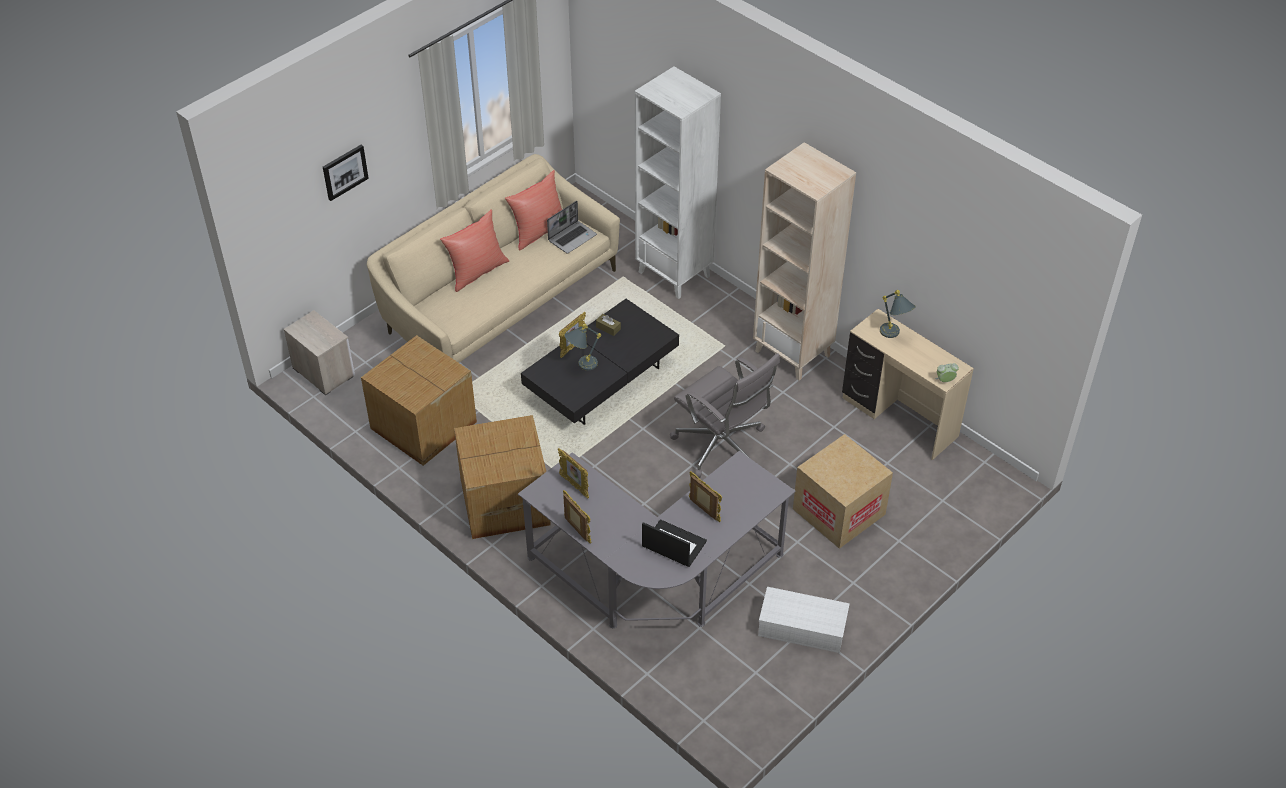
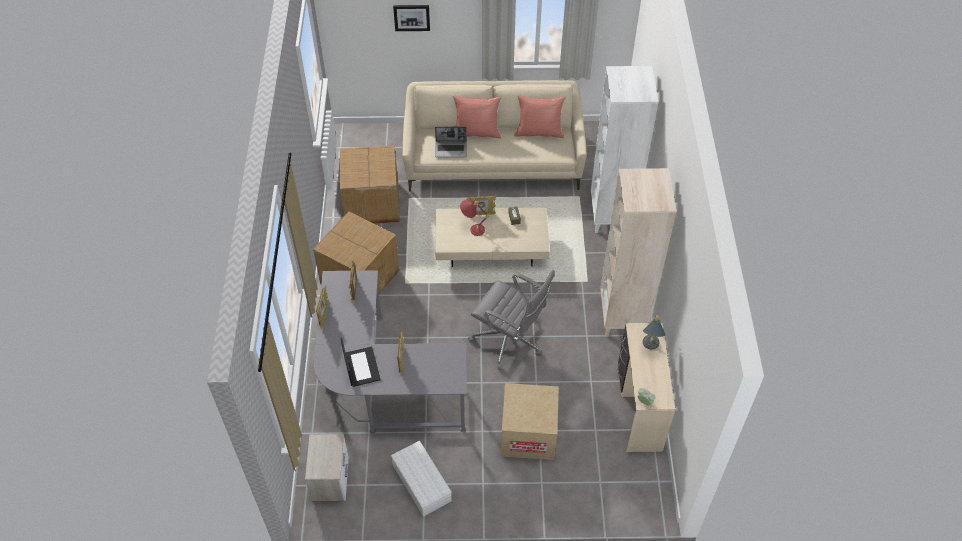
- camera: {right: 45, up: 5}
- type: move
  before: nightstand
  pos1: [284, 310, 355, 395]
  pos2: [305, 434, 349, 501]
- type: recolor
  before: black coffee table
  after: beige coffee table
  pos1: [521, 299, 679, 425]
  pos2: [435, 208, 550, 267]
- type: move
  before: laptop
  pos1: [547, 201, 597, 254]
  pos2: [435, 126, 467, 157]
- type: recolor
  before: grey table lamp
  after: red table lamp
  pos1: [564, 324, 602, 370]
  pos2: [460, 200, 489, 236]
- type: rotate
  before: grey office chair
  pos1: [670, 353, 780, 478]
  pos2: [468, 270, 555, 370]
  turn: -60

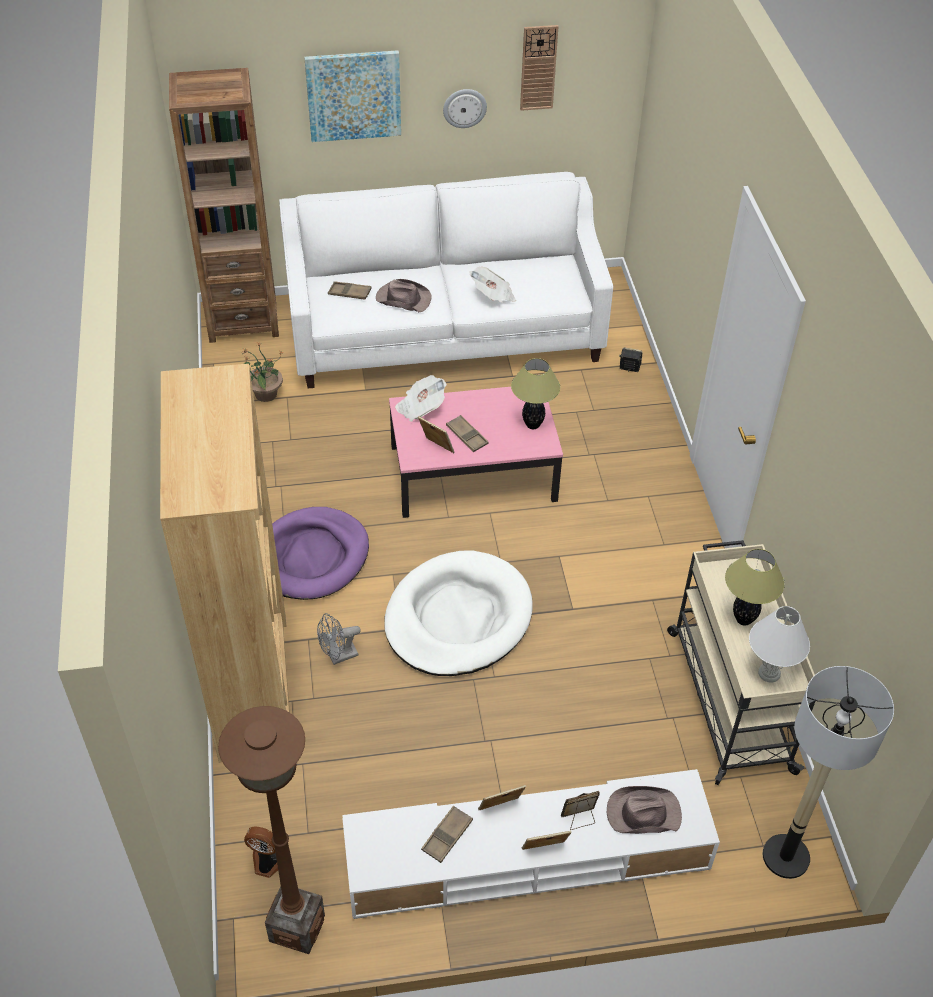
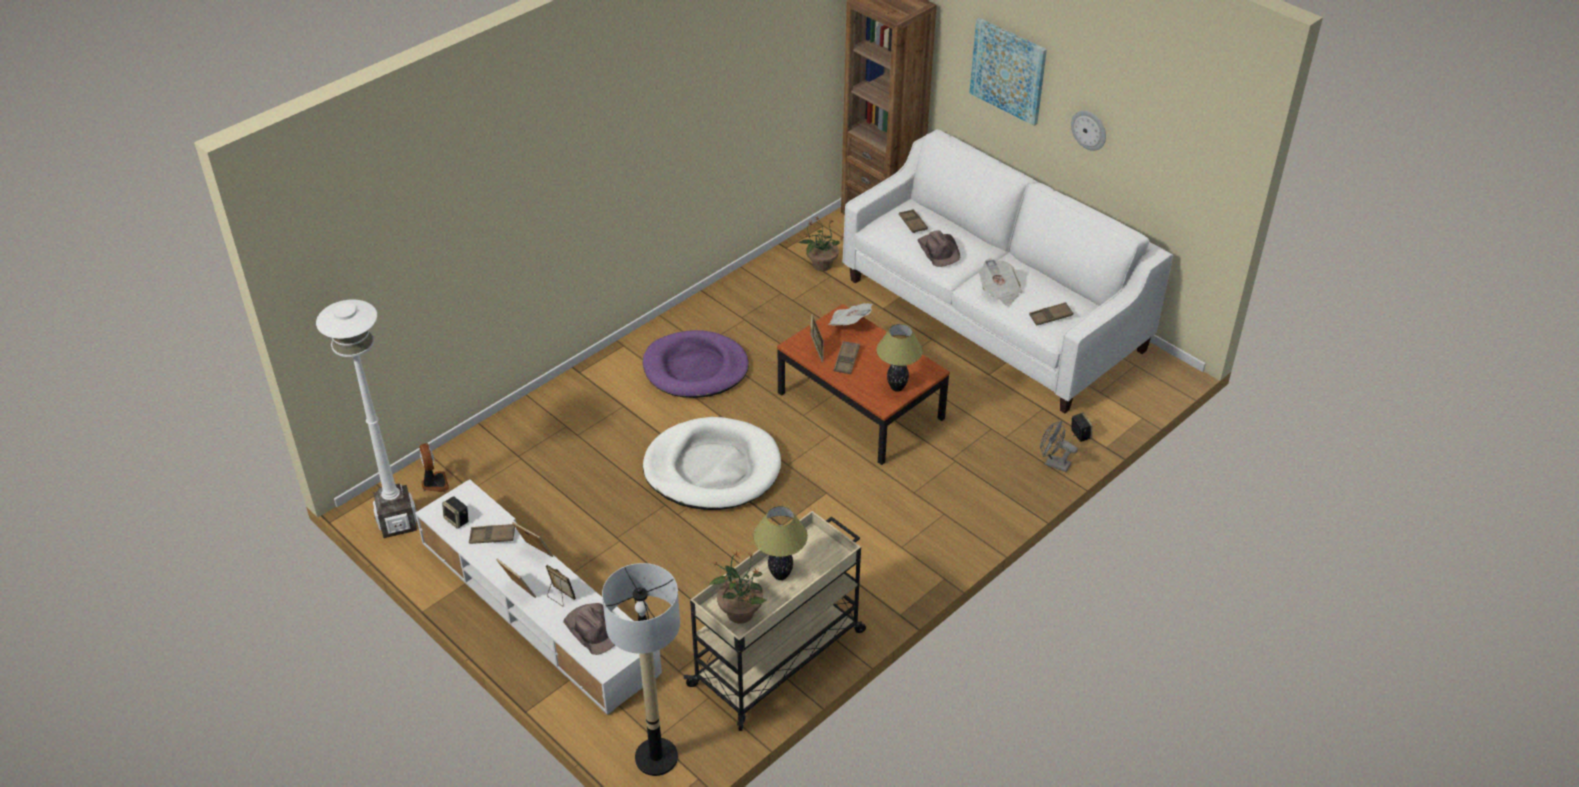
- camera: {right: 55, up: -5}
- type: delete
  before: brown bookcase
  pos1: [160, 364, 290, 763]
- type: recolor
  before: brown floor lamp
  after: white floor lamp
  pos1: [218, 706, 325, 954]
  pos2: [316, 300, 417, 538]
- type: move
  before: grey fan
  pos1: [317, 613, 361, 665]
  pos2: [1040, 421, 1078, 472]
- type: recolor
  before: pink coffee table
  after: brown coffee table
  pos1: [389, 387, 563, 518]
  pos2: [777, 304, 950, 465]
- type: delete
  before: wall clock
  pos1: [520, 25, 558, 111]
- type: replace
  before: white table lamp
  after: potted plant
  pos1: [749, 606, 810, 683]
  pos2: [709, 550, 767, 624]
- type: insert
  after: speaker
  pos2: [442, 496, 468, 529]
- type: insert
  after: brown tray
  pos2: [1029, 302, 1073, 326]

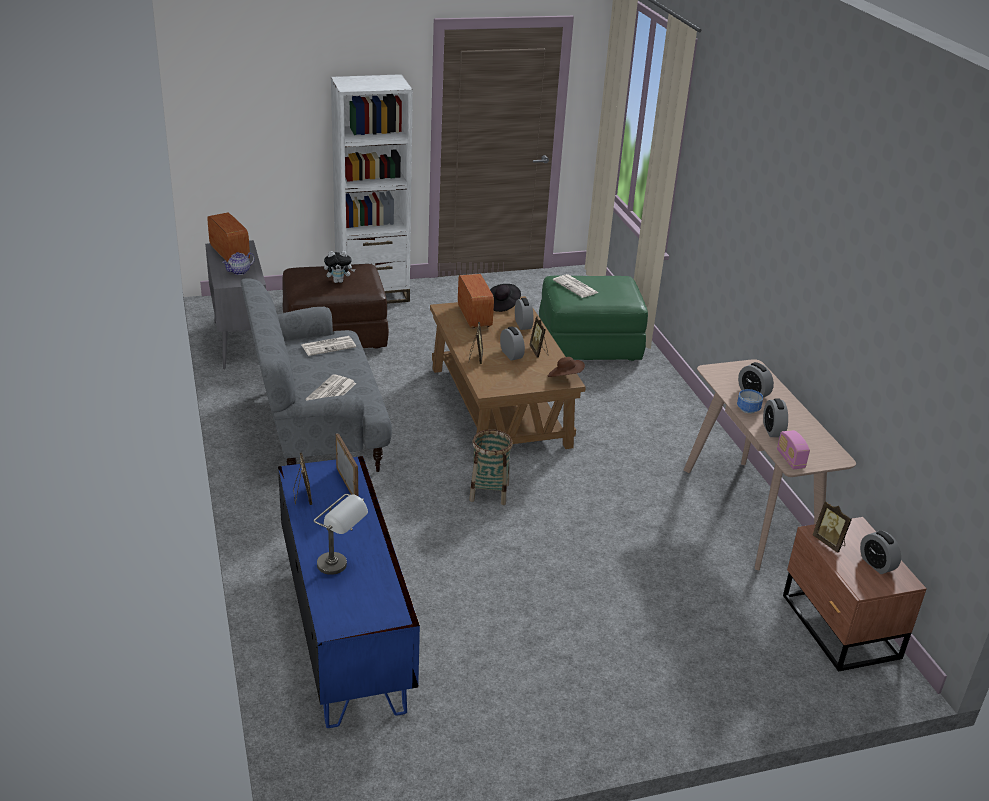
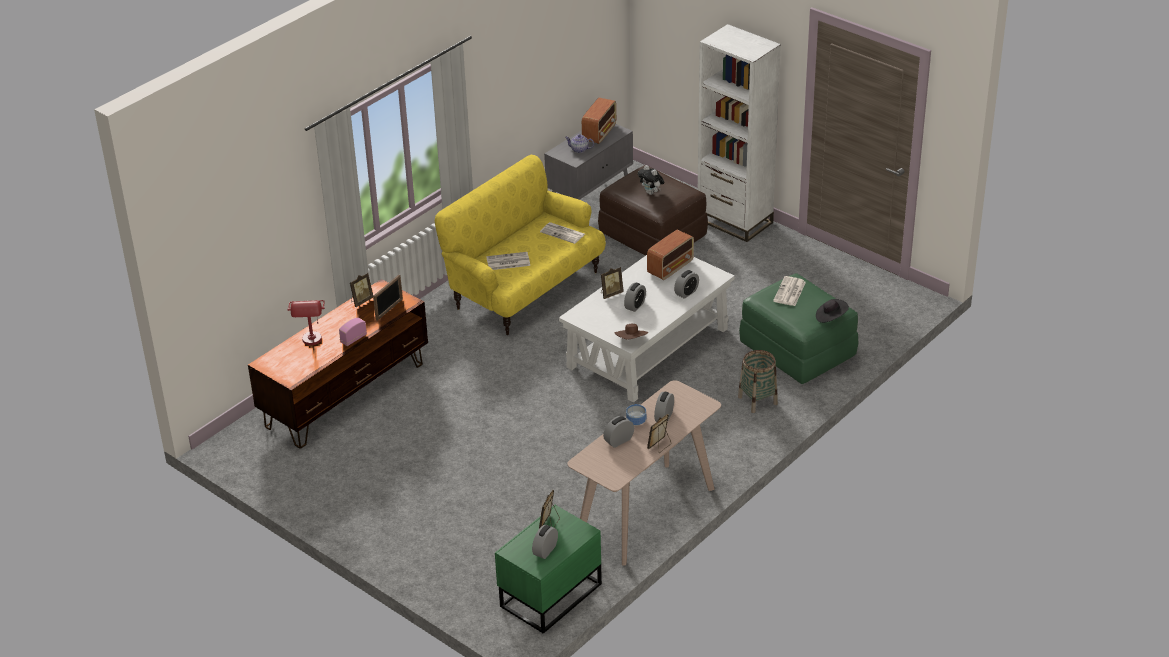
- camera: {right: 60, up: 5}
- type: recolor
  before: grey sofa
  after: yellow sofa
  pos1: [241, 278, 392, 472]
  pos2: [435, 155, 606, 335]
- type: recolor
  before: blue tv stand
  after: brown tv stand
  pos1: [278, 456, 420, 728]
  pos2: [248, 279, 428, 449]
- type: recolor
  before: grey table lamp
  after: red table lamp
  pos1: [313, 494, 368, 575]
  pos2: [288, 300, 325, 345]
- type: recolor
  before: brown coffee table
  after: white coffee table
  pos1: [430, 296, 586, 456]
  pos2: [559, 255, 735, 403]
- type: move
  before: basket
  pos1: [469, 429, 513, 505]
  pos2: [738, 350, 778, 413]
- type: move
  before: black hat
  pos1: [490, 284, 521, 312]
  pos2: [816, 299, 849, 323]
- type: move
  before: picture frame
  pos1: [529, 316, 548, 358]
  pos2: [647, 414, 671, 453]
- type: move
  before: radio
  pos1: [777, 430, 810, 469]
  pos2: [339, 318, 367, 346]
- type: recolor
  before: brown nightstand
  after: green nightstand
  pos1: [783, 517, 927, 672]
  pos2: [495, 505, 602, 634]

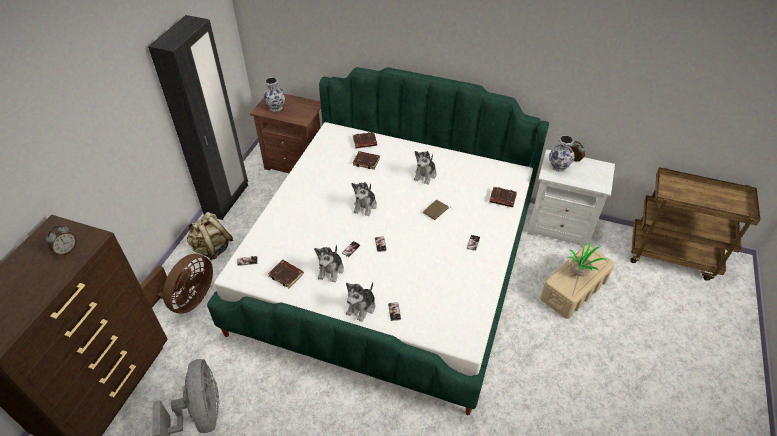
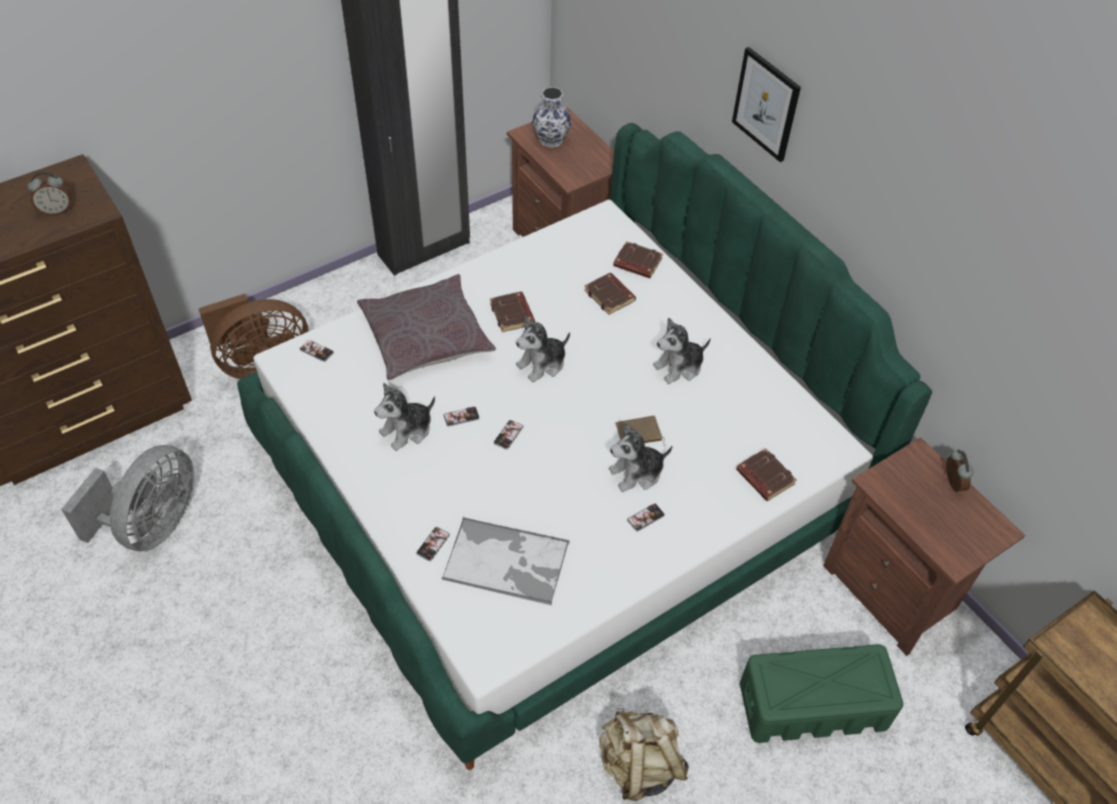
- camera: {right: 35, up: 5}
- type: move
  before: beige backpack
  pos1: [187, 212, 233, 260]
  pos2: [599, 708, 689, 801]
- type: move
  before: brown book
  pos1: [268, 260, 304, 288]
  pos2: [490, 292, 535, 332]
- type: move
  before: plush toy
  pos1: [346, 282, 375, 322]
  pos2: [609, 422, 672, 492]
- type: recolor
  before: white nightstand
  after: brown nightstand
  pos1: [527, 149, 615, 248]
  pos2: [823, 437, 1025, 656]
- type: recolor
  before: beige storage box
  after: green storage box
  pos1: [540, 245, 615, 319]
  pos2: [740, 644, 903, 743]
- type: delete
  before: vase
  pos1: [549, 135, 575, 172]
- type: delete
  before: potted plant
  pos1: [567, 242, 609, 276]
- type: insert
  after: grey pillow
  pos2: [357, 274, 496, 380]
- type: insert
  after: tray
  pos2: [442, 517, 570, 605]
- type: insert
  after: picture
  pos2: [732, 47, 801, 162]

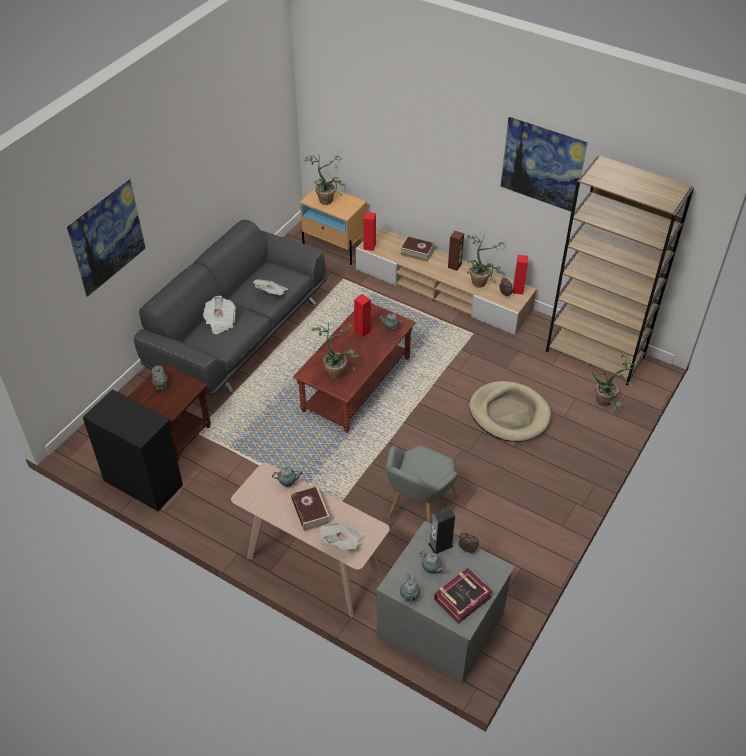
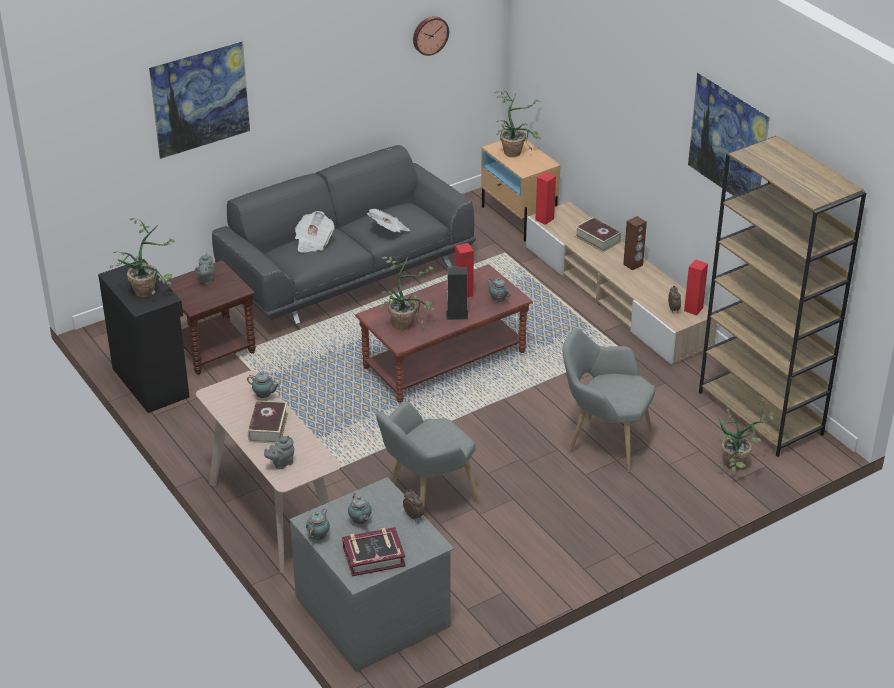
- camera: {right: 25, up: -10}
- type: replace
  before: newspaper
  after: grey teapot
  pos1: [319, 523, 363, 550]
  pos2: [264, 436, 294, 469]
- type: move
  before: speaker
  pos1: [429, 507, 455, 554]
  pos2: [446, 267, 468, 320]
- type: move
  before: potted plant
  pos1: [467, 235, 504, 287]
  pos2: [110, 218, 175, 297]
- type: replace
  before: beige dog bed
  after: grey armchair
  pos1: [469, 381, 551, 442]
  pos2: [562, 328, 655, 472]
- type: insert
  after: wall clock
  pos2: [413, 16, 449, 56]

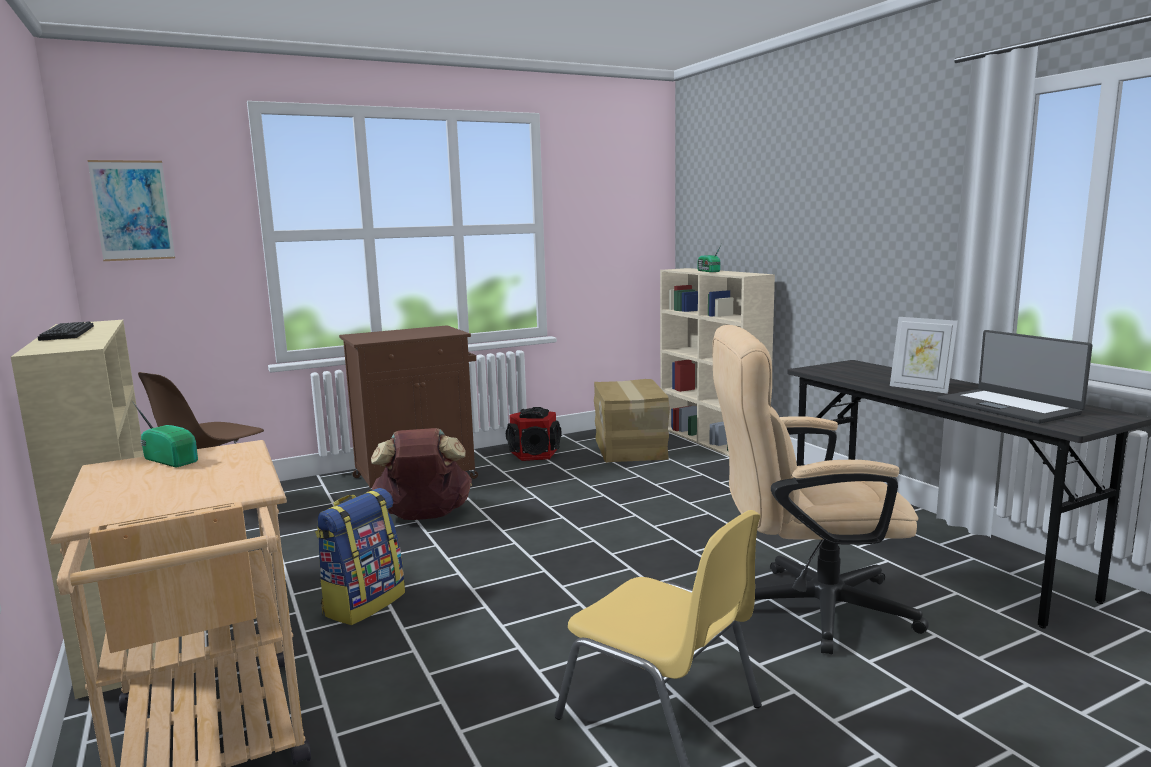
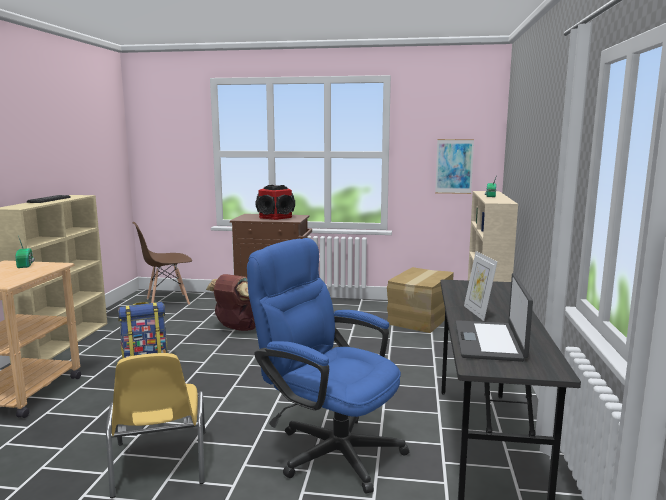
- camera: {right: 35, up: 0}
- type: move
  before: picture
  pos1: [88, 160, 175, 261]
  pos2: [435, 139, 474, 194]
- type: move
  before: speaker
  pos1: [506, 407, 561, 461]
  pos2: [256, 185, 295, 220]
- type: recolor
  before: beige office chair
  after: blue office chair
  pos1: [712, 325, 929, 654]
  pos2: [247, 238, 409, 494]

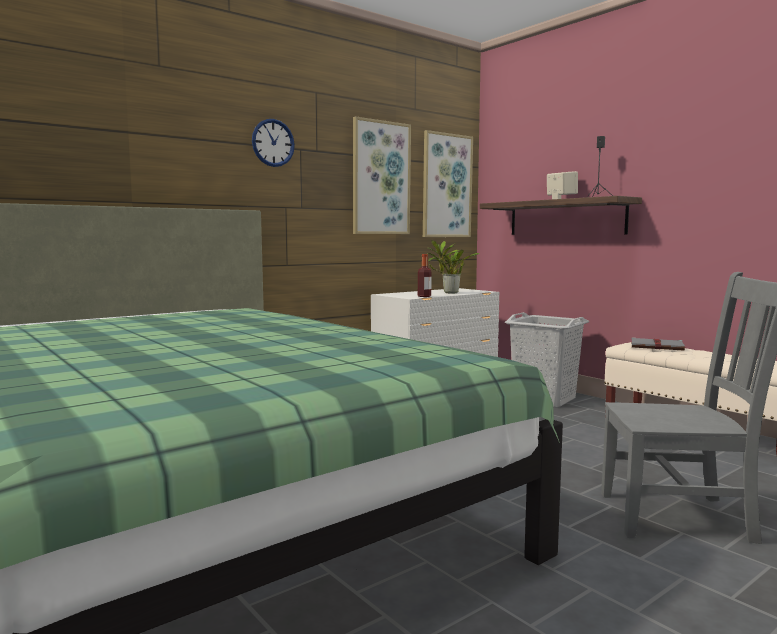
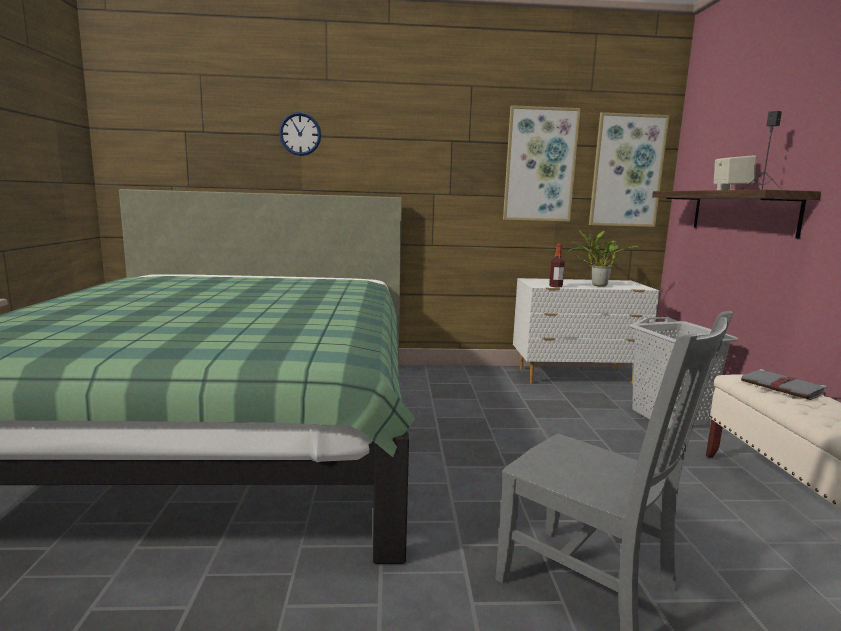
- camera: {right: 35, up: 5}
- type: move
  before: wall clock
  pos1: [252, 119, 295, 167]
  pos2: [279, 112, 321, 156]

